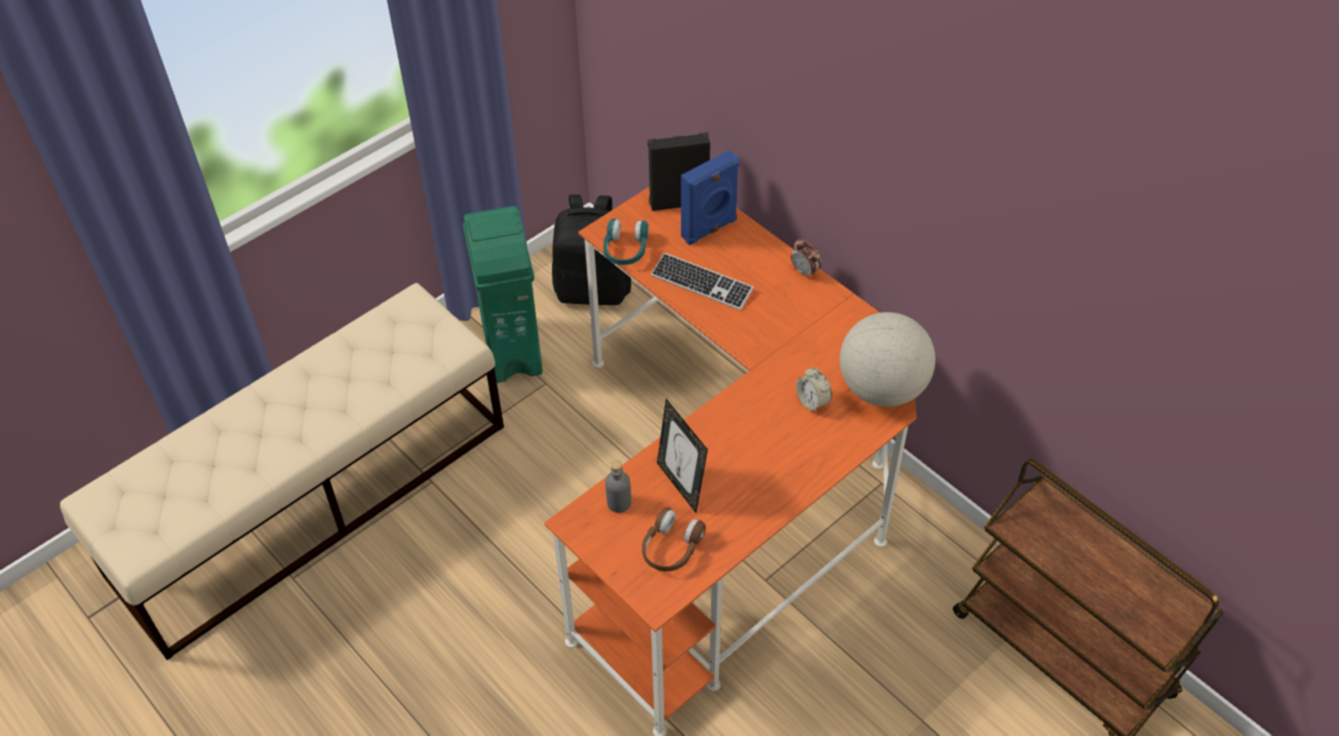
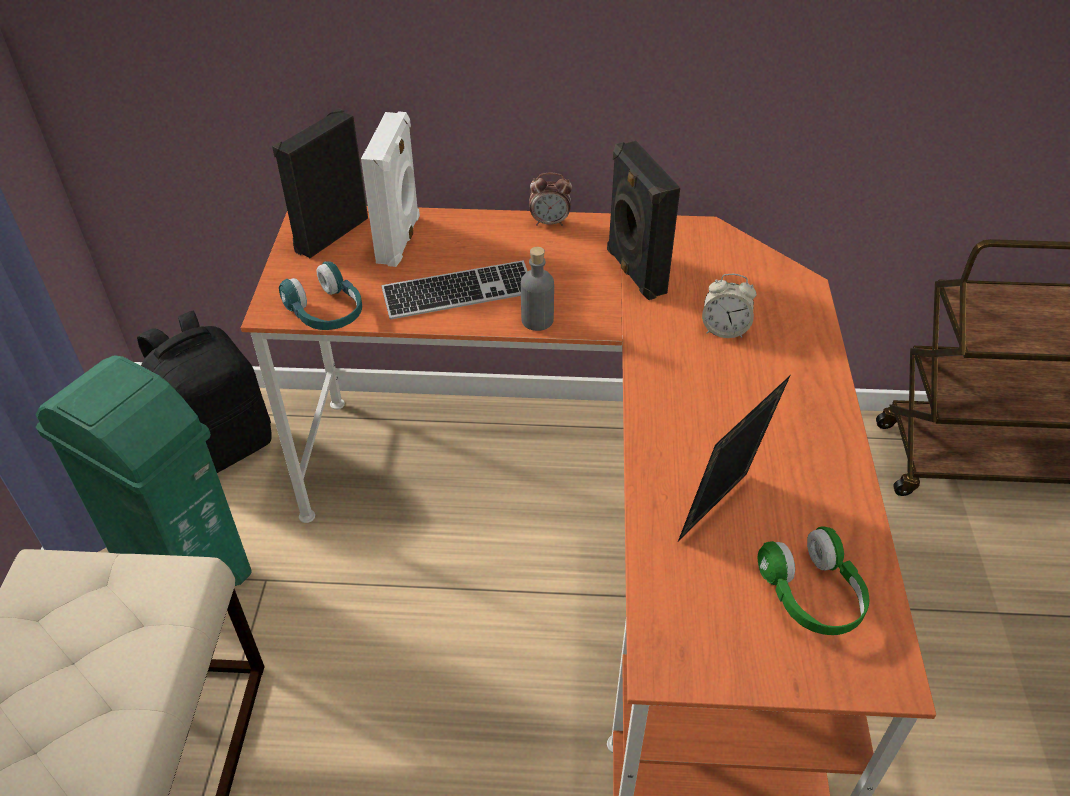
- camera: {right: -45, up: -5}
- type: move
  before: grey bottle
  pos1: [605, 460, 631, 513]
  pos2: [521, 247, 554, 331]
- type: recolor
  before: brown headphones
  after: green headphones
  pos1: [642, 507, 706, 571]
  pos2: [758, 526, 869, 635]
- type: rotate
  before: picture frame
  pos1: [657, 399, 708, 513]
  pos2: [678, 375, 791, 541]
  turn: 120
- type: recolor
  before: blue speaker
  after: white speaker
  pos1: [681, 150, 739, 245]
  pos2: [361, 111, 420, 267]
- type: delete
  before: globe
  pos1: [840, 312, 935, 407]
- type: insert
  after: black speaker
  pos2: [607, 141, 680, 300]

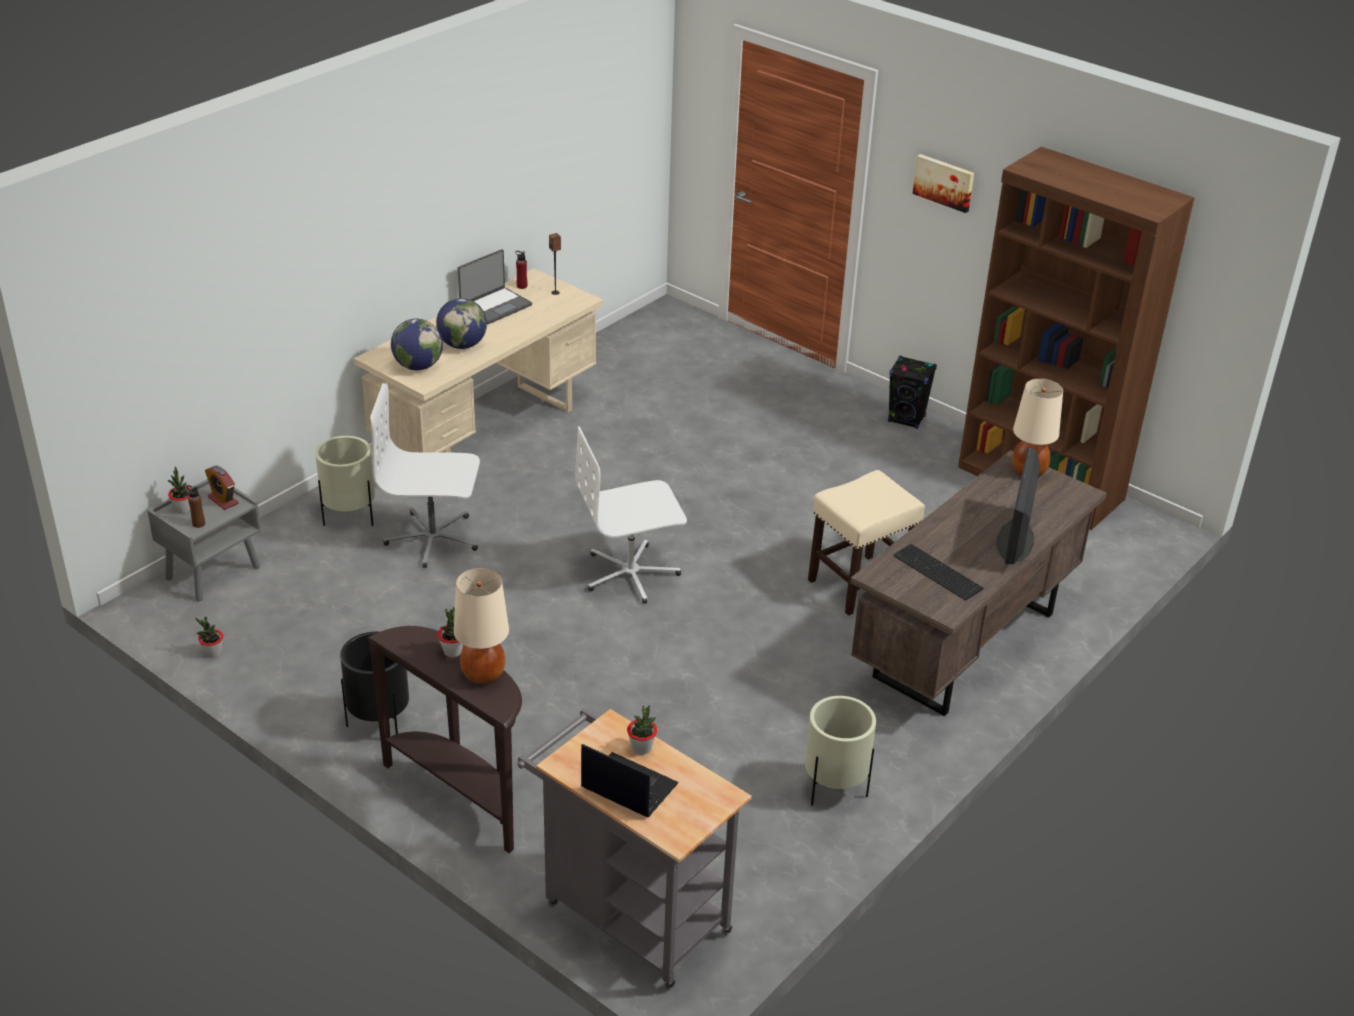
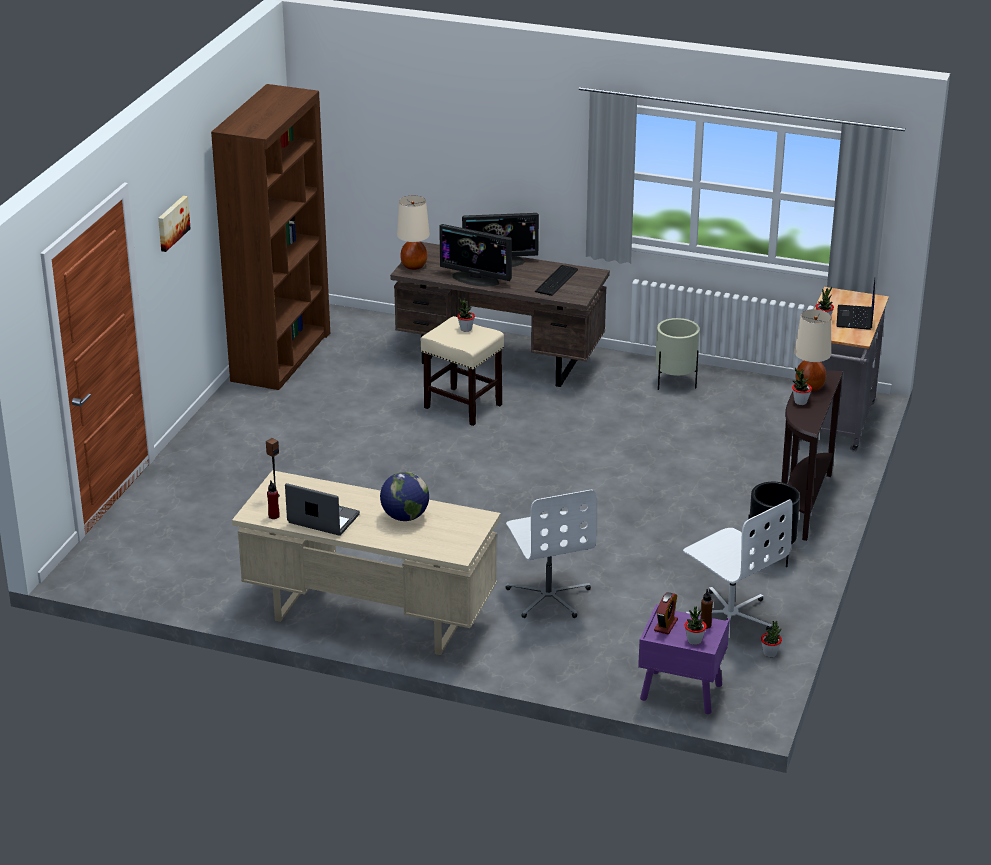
- camera: {right: -110, up: -5}
- type: recolor
  before: grey nightstand
  after: purple nightstand
  pos1: [147, 479, 261, 601]
  pos2: [638, 604, 730, 714]
- type: delete
  before: beige planter
  pos1: [315, 436, 375, 526]
- type: delete
  before: globe
  pos1: [391, 319, 443, 370]
- type: move
  before: white office chair
  pos1: [575, 426, 687, 604]
  pos2: [683, 499, 793, 630]
- type: delete
  before: black speaker
  pos1: [888, 356, 937, 429]
- type: insert
  after: monitor
  pos2: [439, 224, 512, 287]
- type: insert
  after: potted plant
  pos2: [457, 297, 475, 332]

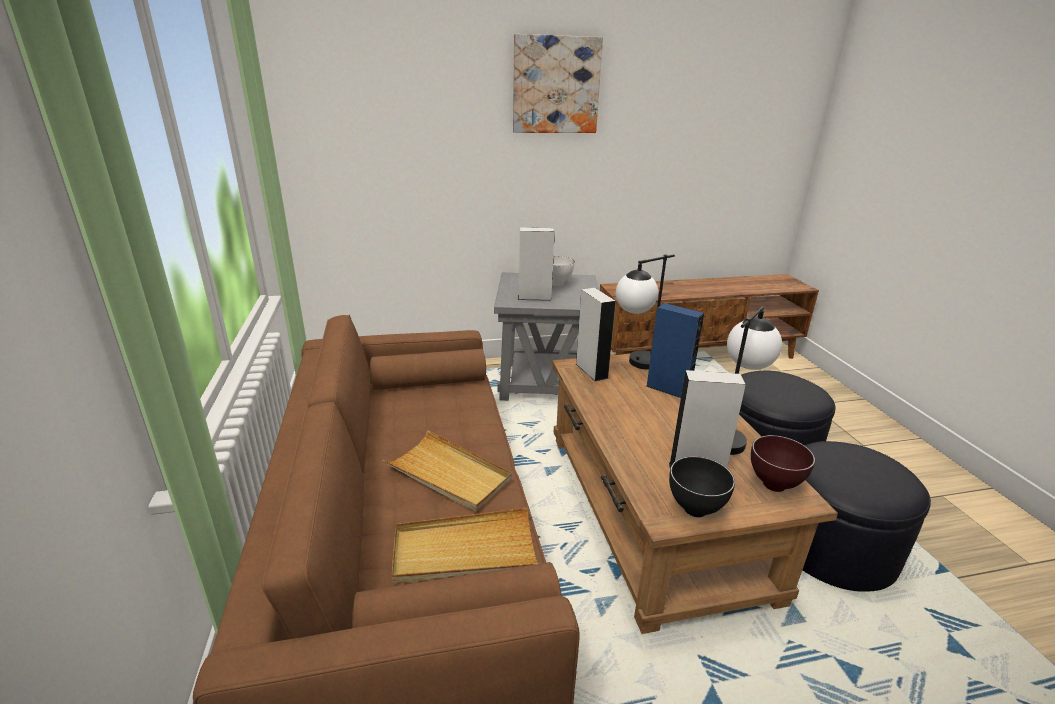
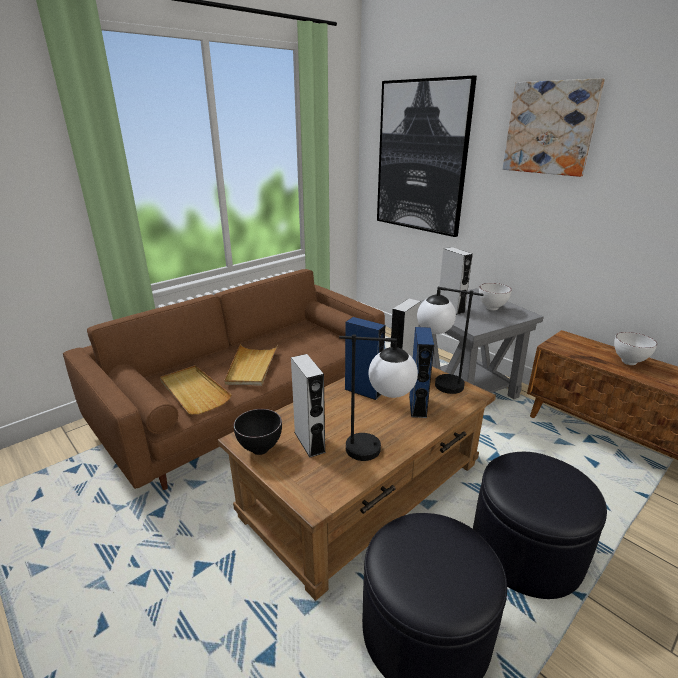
- camera: {right: 60, up: 0}
- type: delete
  before: brown bowl
  pos1: [751, 435, 815, 492]
- type: insert
  after: blue speaker
  pos2: [344, 317, 385, 400]
- type: insert
  after: picture
  pos2: [377, 75, 477, 237]
- type: insert
  after: white bowl
  pos2: [614, 332, 657, 365]

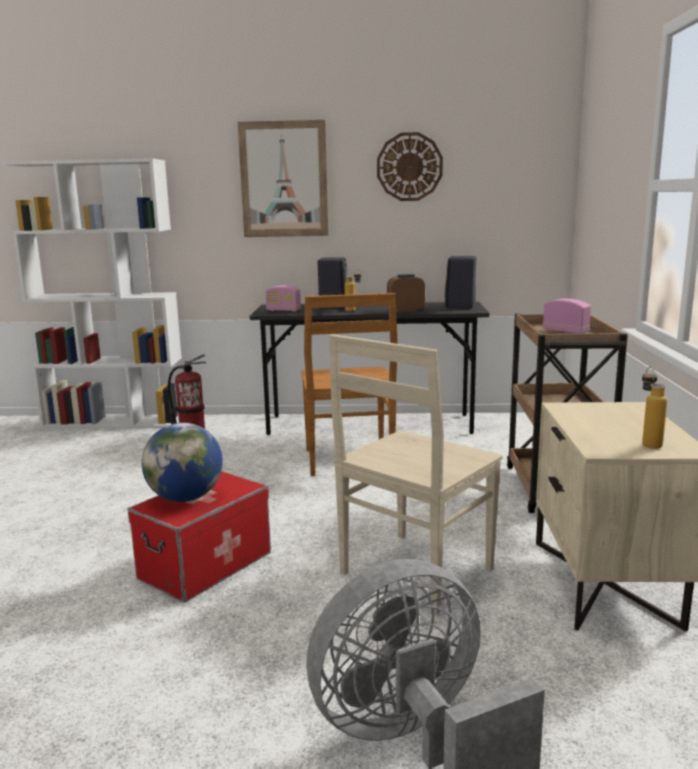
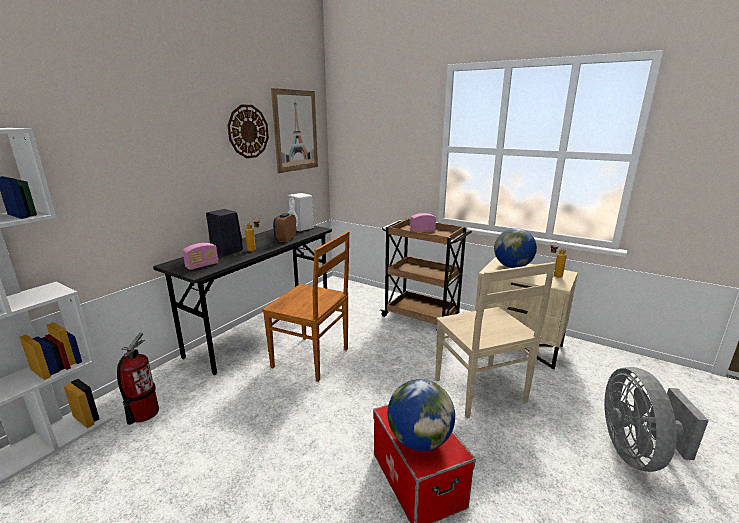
- camera: {right: -60, up: 5}
- type: move
  before: picture
  pos1: [238, 120, 329, 237]
  pos2: [271, 88, 318, 173]
- type: recolor
  before: black speaker
  after: white speaker
  pos1: [445, 256, 476, 309]
  pos2: [287, 193, 314, 231]
- type: insert
  after: globe
  pos2: [494, 228, 537, 268]

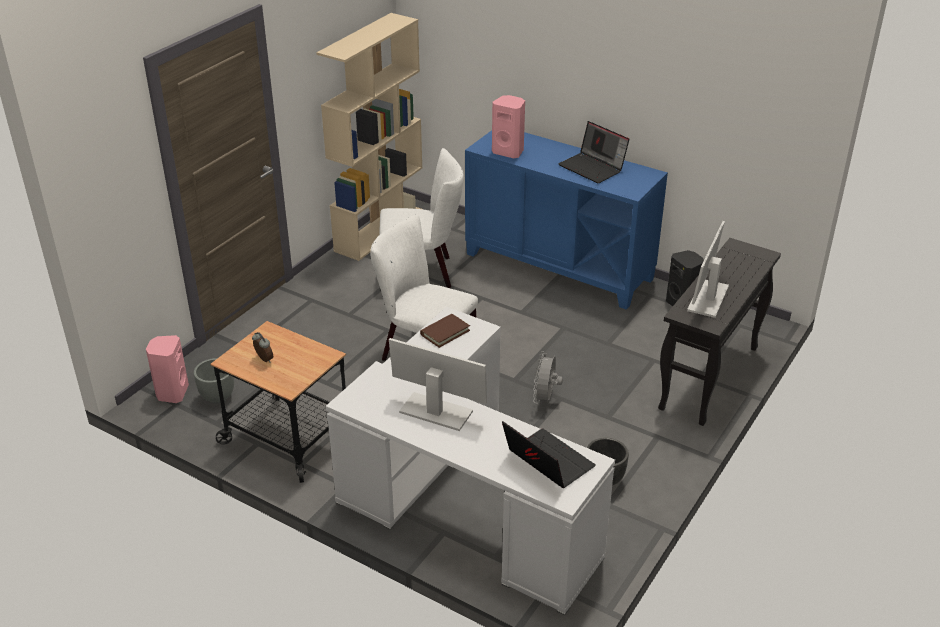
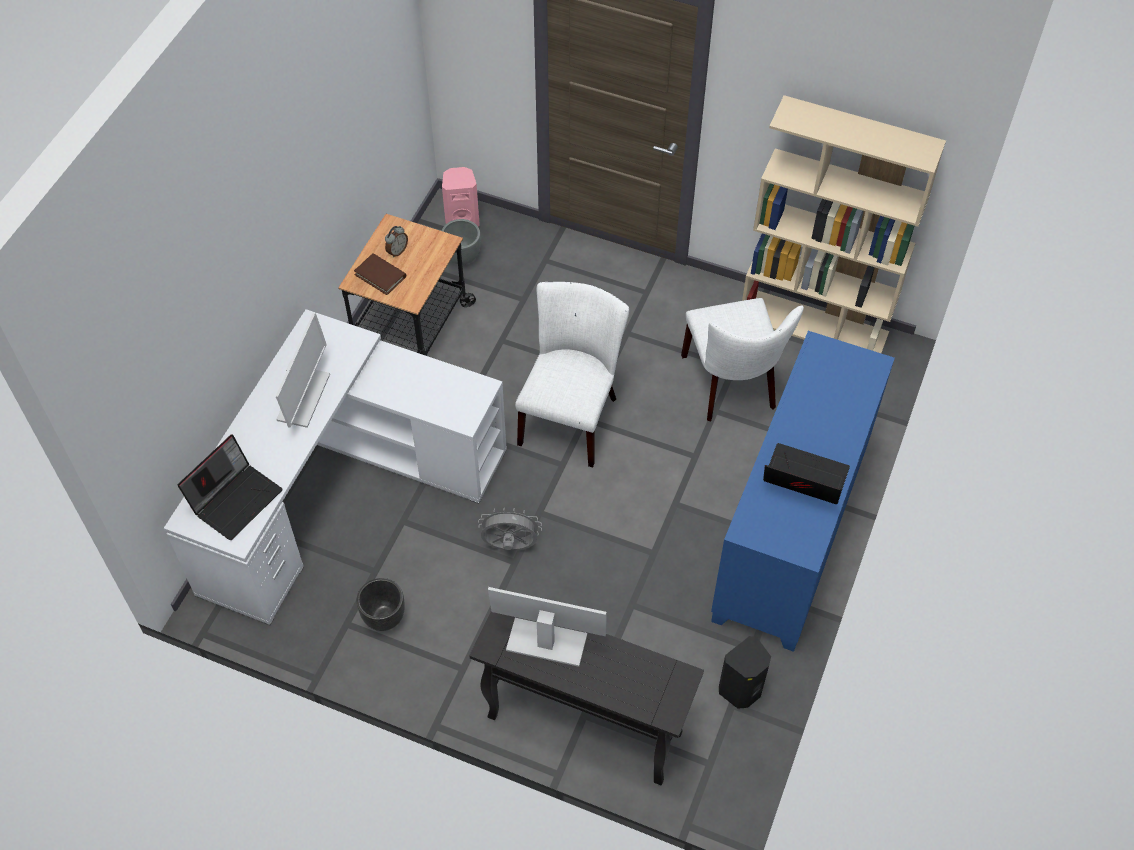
- camera: {right: 80, up: 20}
- type: move
  before: brown book
  pos1: [420, 314, 470, 348]
  pos2: [354, 253, 406, 295]
- type: delete
  before: pink speaker
  pos1: [492, 95, 525, 158]
- type: rotate
  before: laptop
  pos1: [559, 121, 630, 183]
  pos2: [763, 443, 850, 504]
  turn: 75

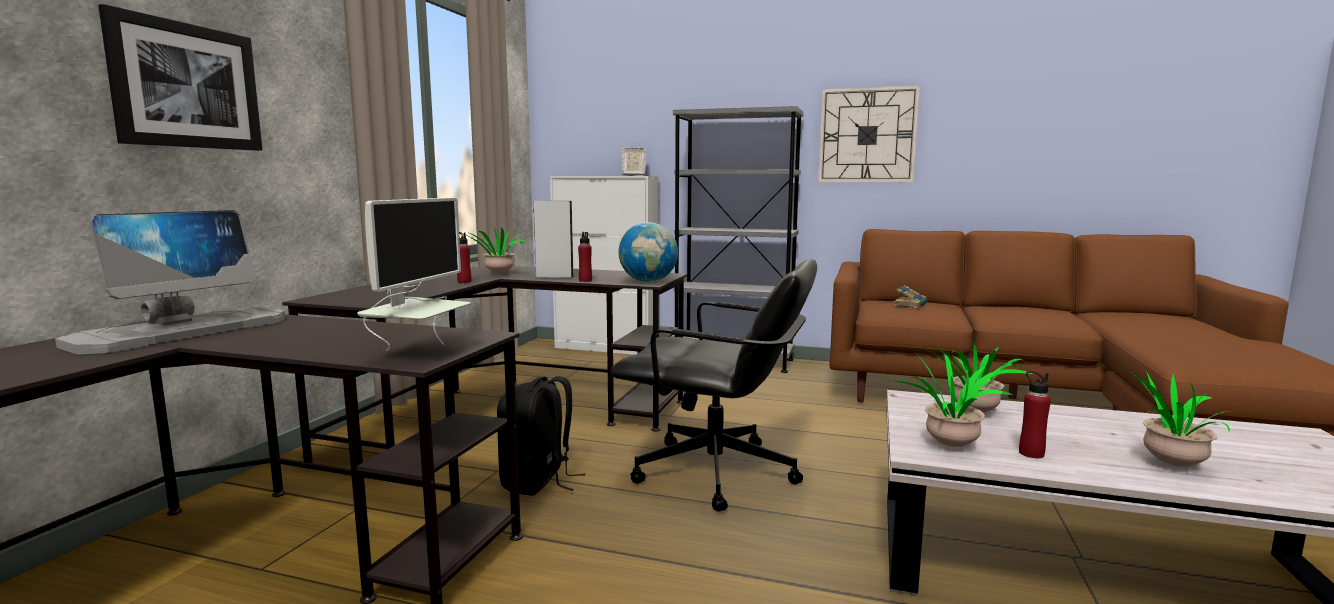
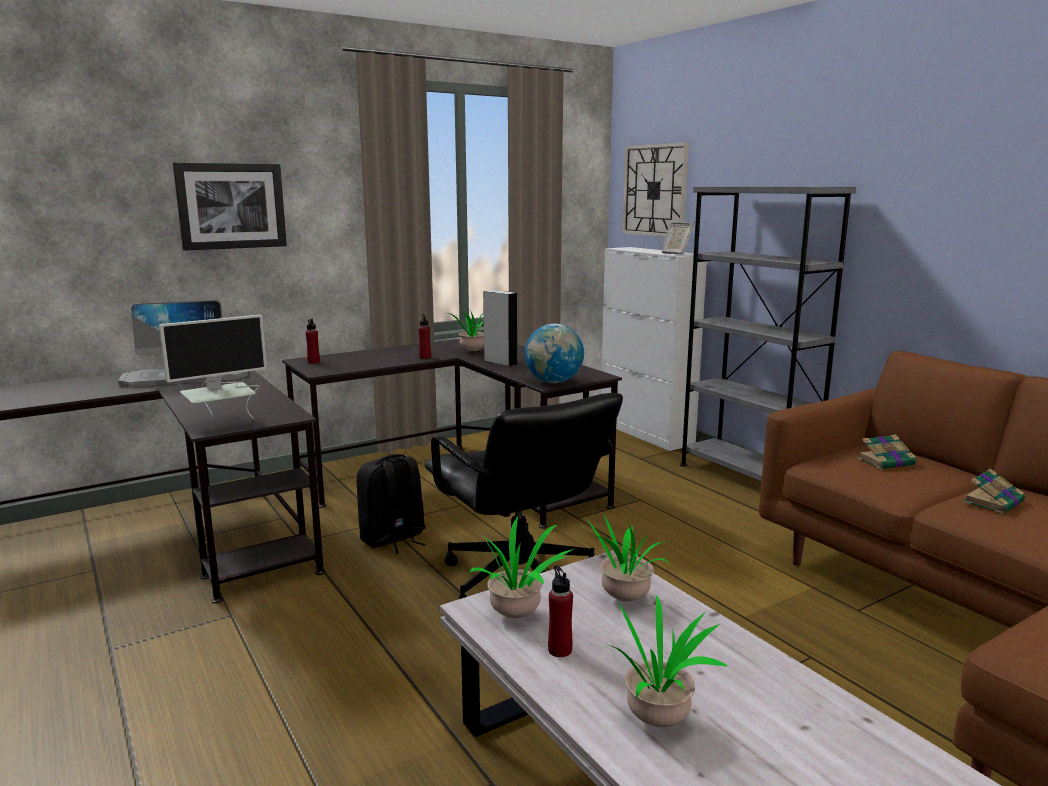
- camera: {right: 40, up: 5}
- type: move
  before: red bottle
  pos1: [578, 232, 592, 282]
  pos2: [306, 318, 320, 364]
- type: move
  before: wall clock
  pos1: [818, 86, 920, 182]
  pos2: [622, 142, 689, 237]
- type: insert
  after: book
  pos2: [963, 469, 1025, 514]

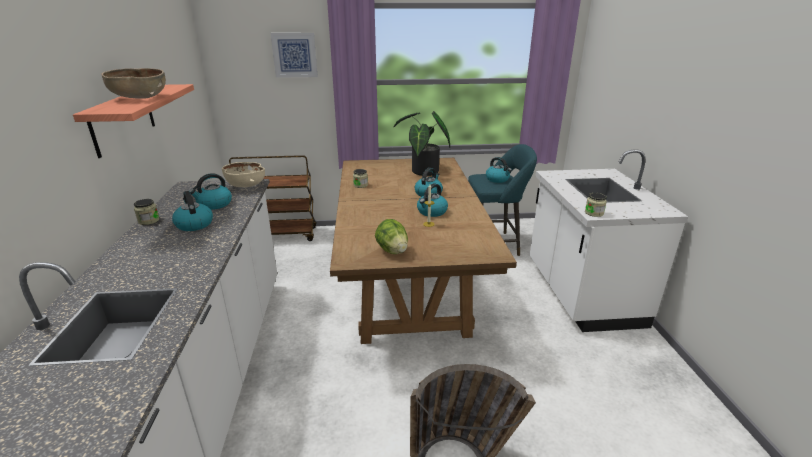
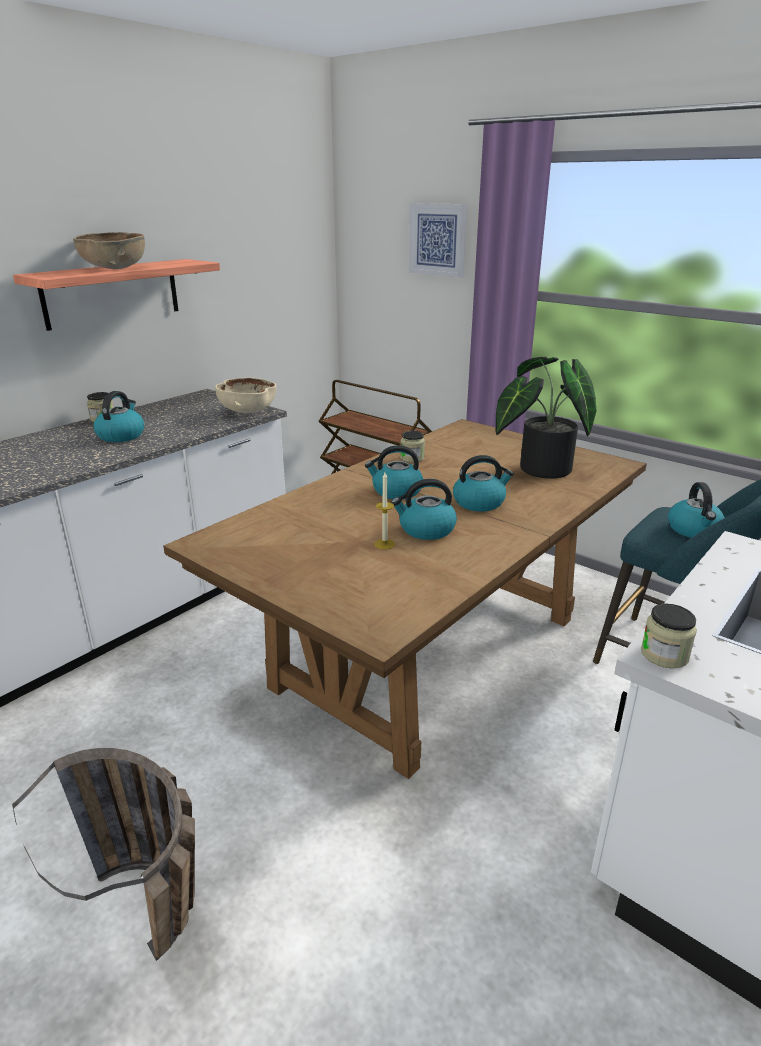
- camera: {right: 45, up: 0}
- type: move
  before: kettle
  pos1: [190, 173, 232, 210]
  pos2: [365, 445, 423, 500]
- type: delete
  before: lettuce
  pos1: [375, 219, 408, 254]

